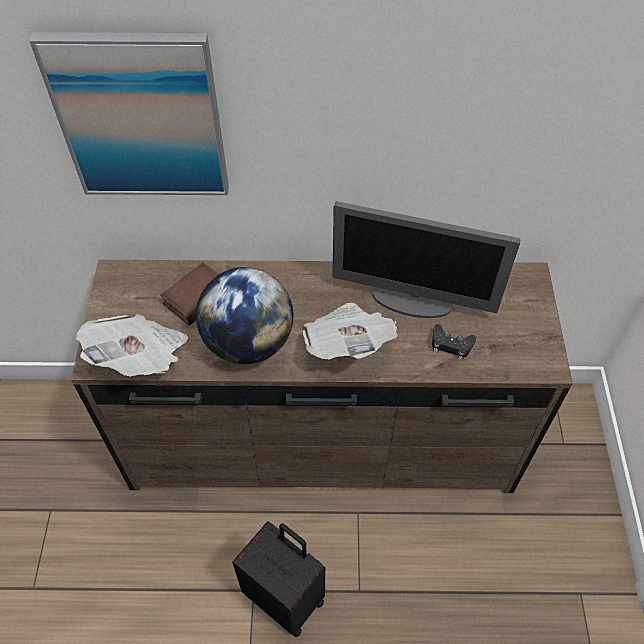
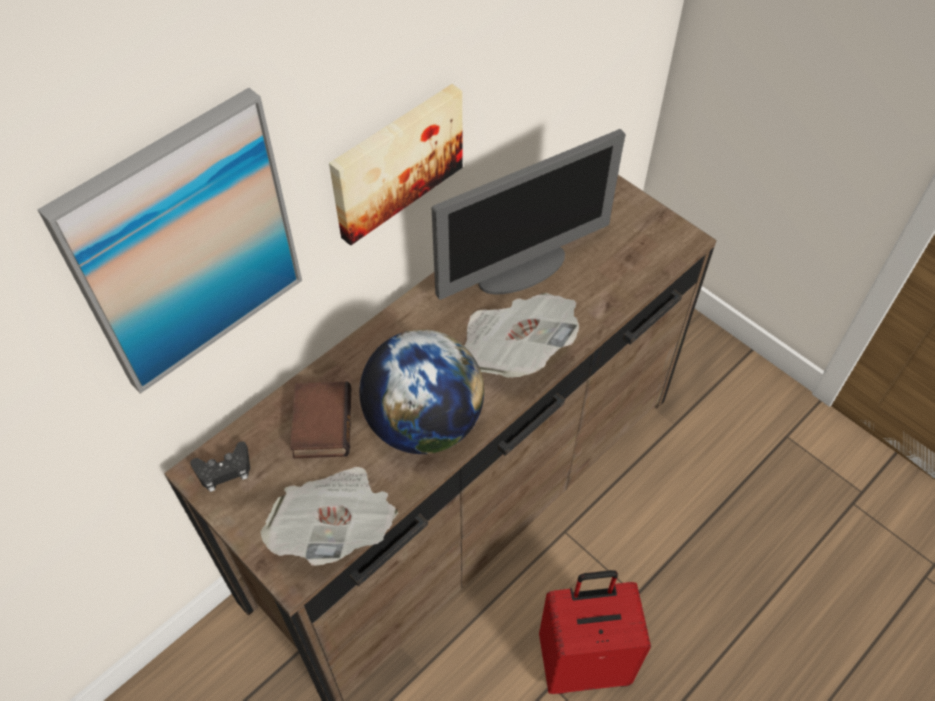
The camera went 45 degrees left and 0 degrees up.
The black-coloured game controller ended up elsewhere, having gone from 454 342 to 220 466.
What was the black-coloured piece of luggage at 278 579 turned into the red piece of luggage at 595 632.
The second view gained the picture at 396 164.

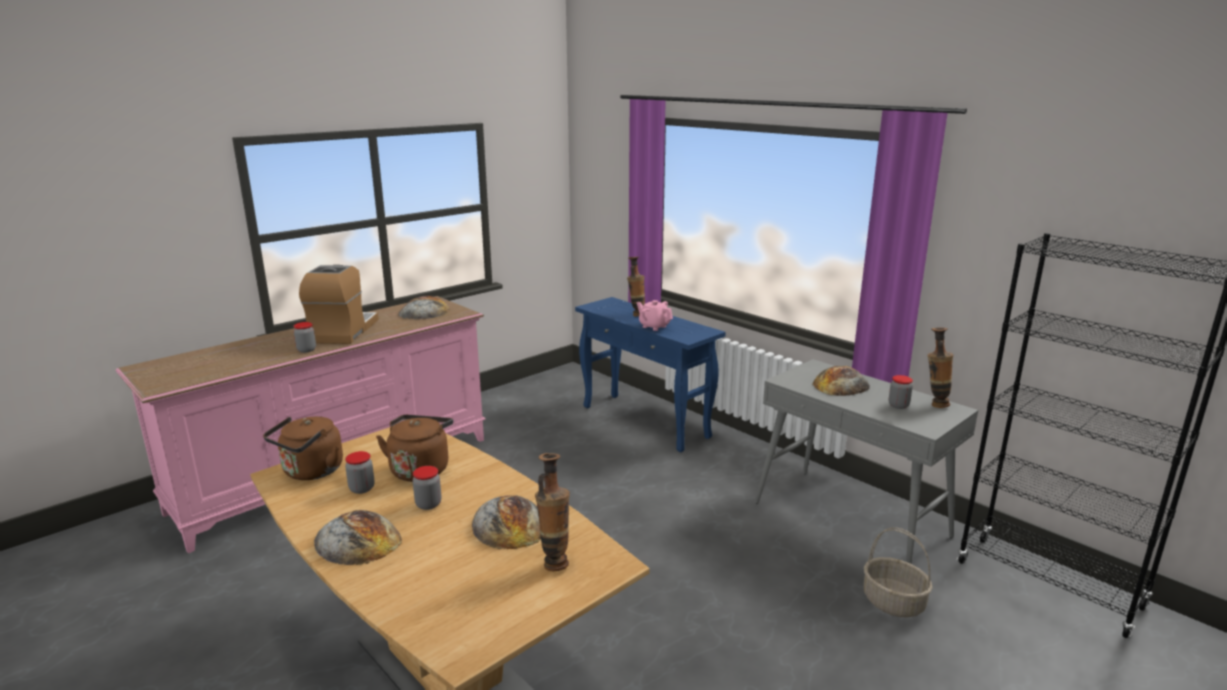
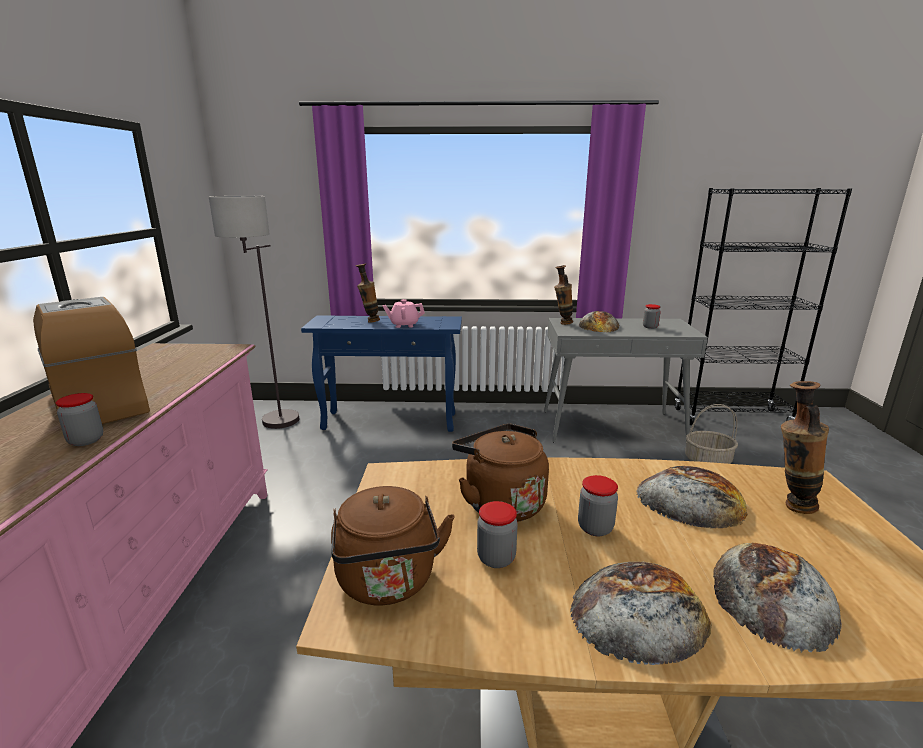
The camera went 45 degrees left and 0 degrees up.
The bakery bread ended up elsewhere, having gone from 424 307 to 777 597.
The flower vase ended up elsewhere, having gone from 940 367 to 563 295.
The second view gained the gray standing lamp at 254 312.

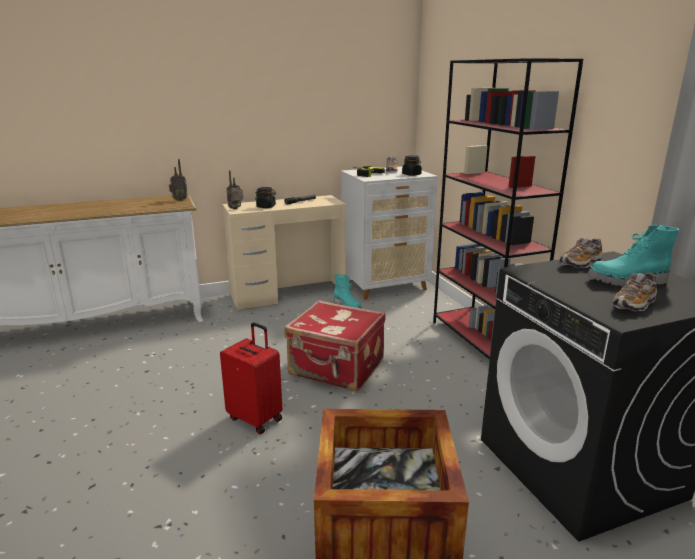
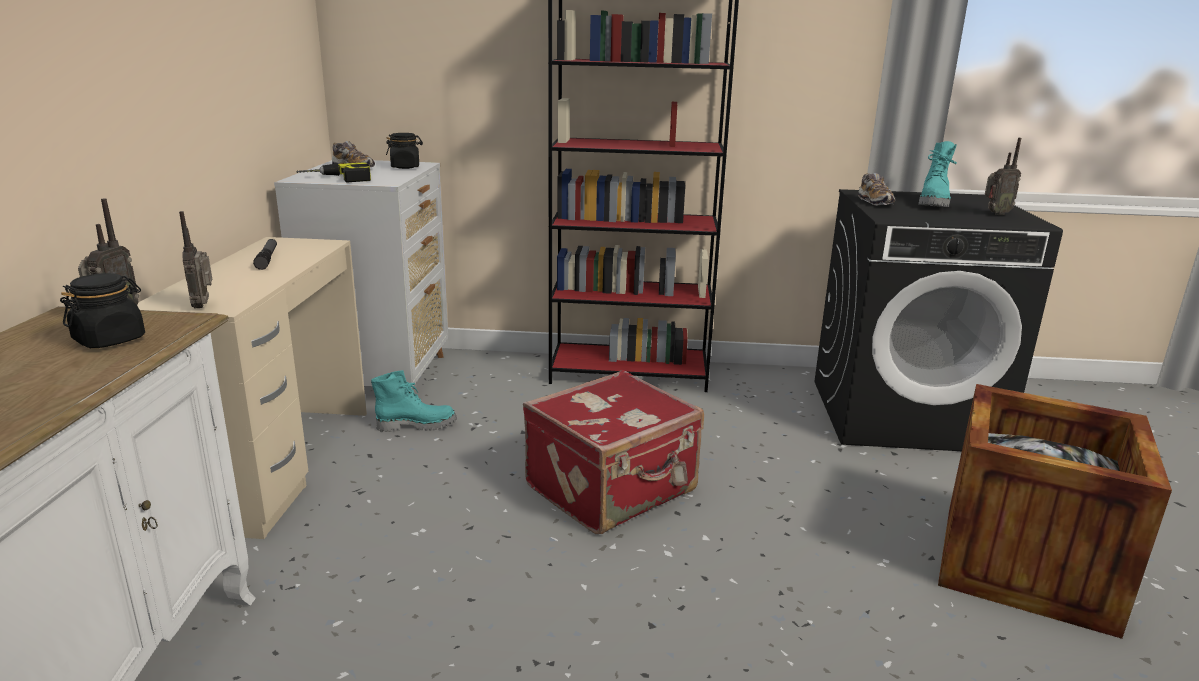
The camera went 65 degrees left and 0 degrees up.
The black-coloured jar ended up elsewhere, having gone from 265 197 to 102 310.
Where the item of footwear stood at 634 291, the radio came to stand at 1003 176.
The second view lost the red piece of luggage at 251 378.

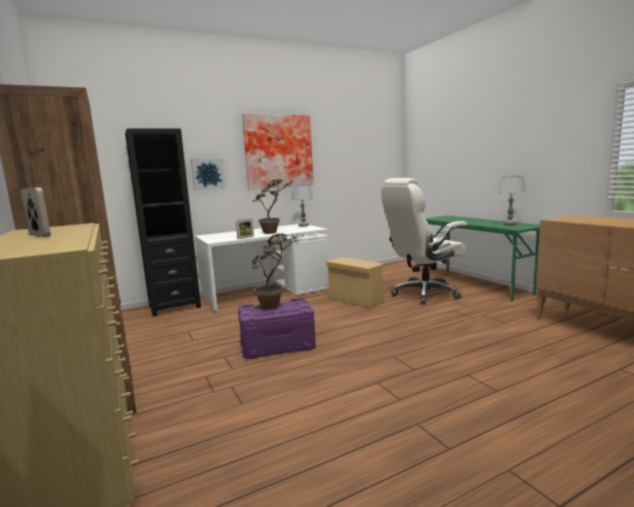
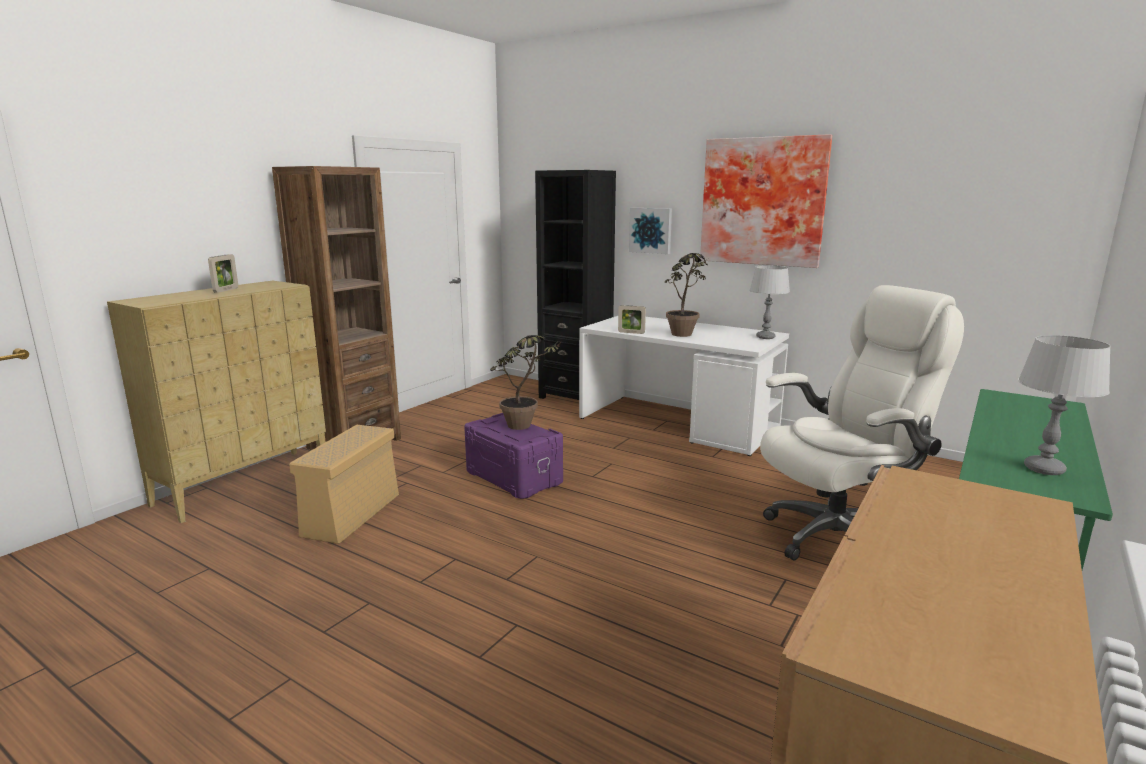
The camera went 60 degrees right and 5 degrees up.
The white-coloured office chair at 424 241 ended up facing another way, 120 degrees clockwise from before.
The beige storage box ended up elsewhere, having gone from 355 283 to 344 484.

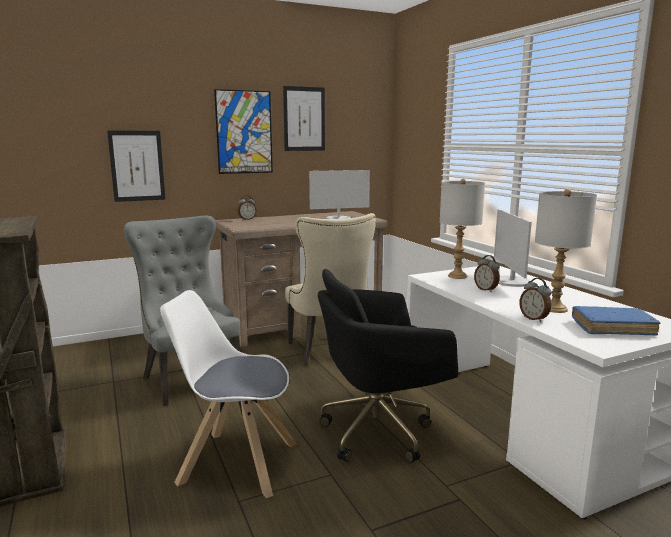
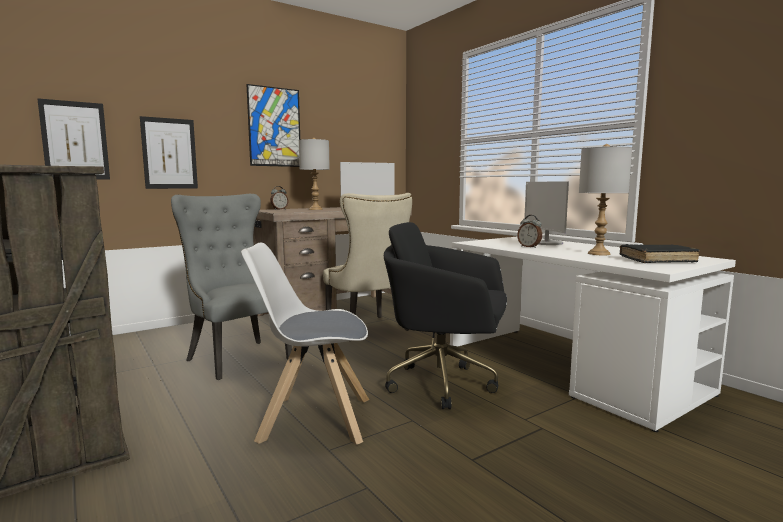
The camera went 10 degrees left and 5 degrees down.
The picture ended up elsewhere, having gone from 304 118 to 73 139.
The gray tabletop lamp ended up elsewhere, having gone from 462 229 to 314 174.
The black-coloured office chair at 388 365 ended up facing another way, 45 degrees clockwise from before.
The second view lost the bedside clock at 535 300.
What was the blue-coloured volume at 616 321 turned into the black-coloured volume at 660 253.

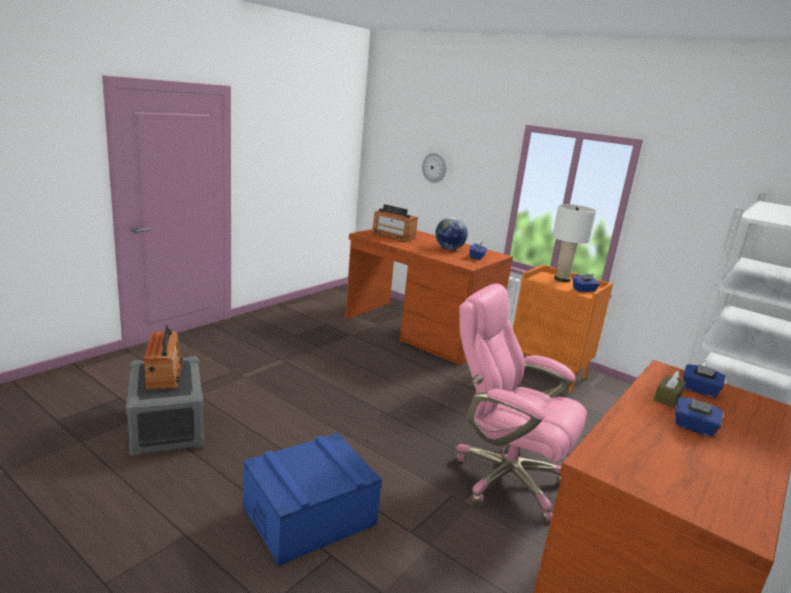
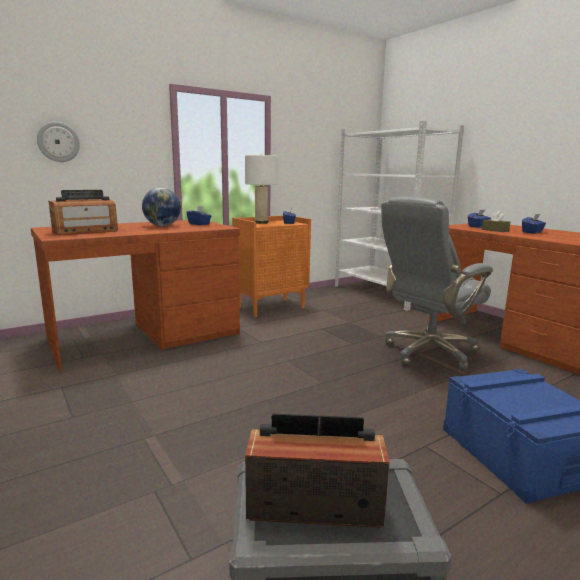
The camera went 70 degrees left and 5 degrees down.
What was the pink-coloured office chair at 521 403 turned into the gray office chair at 437 283.

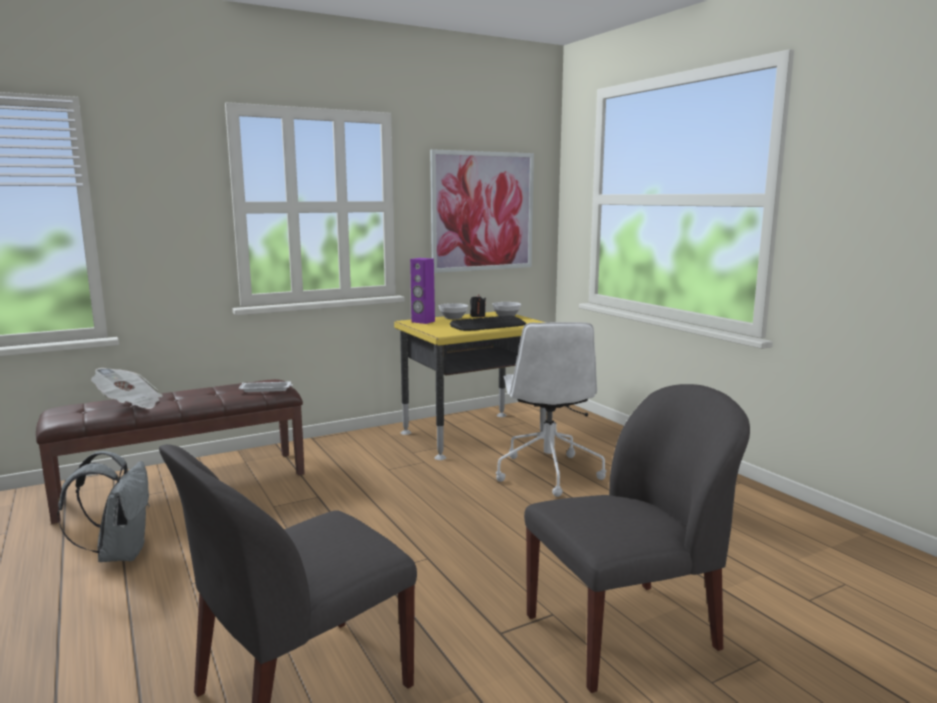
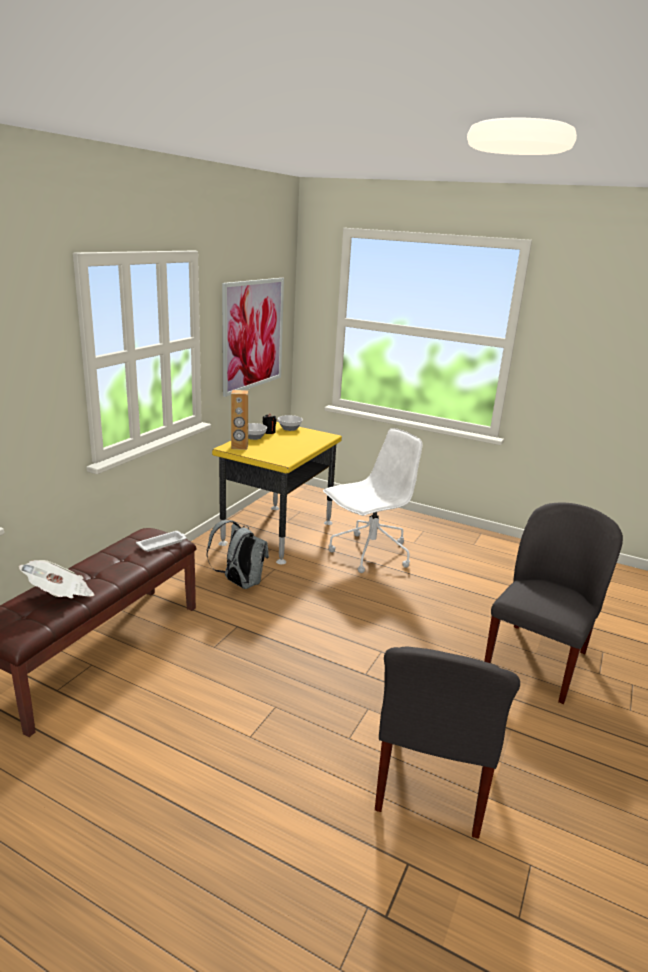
The camera went 35 degrees left and 10 degrees up.
What was the purple loudspeaker at 422 291 turned into the brown-coloured loudspeaker at 239 420.
The second view lost the keyboard at 488 323.
The white-coloured office chair at 551 409 ended up facing another way, 90 degrees counterclockwise from before.
The gray rucksack ended up elsewhere, having gone from 103 506 to 238 554.

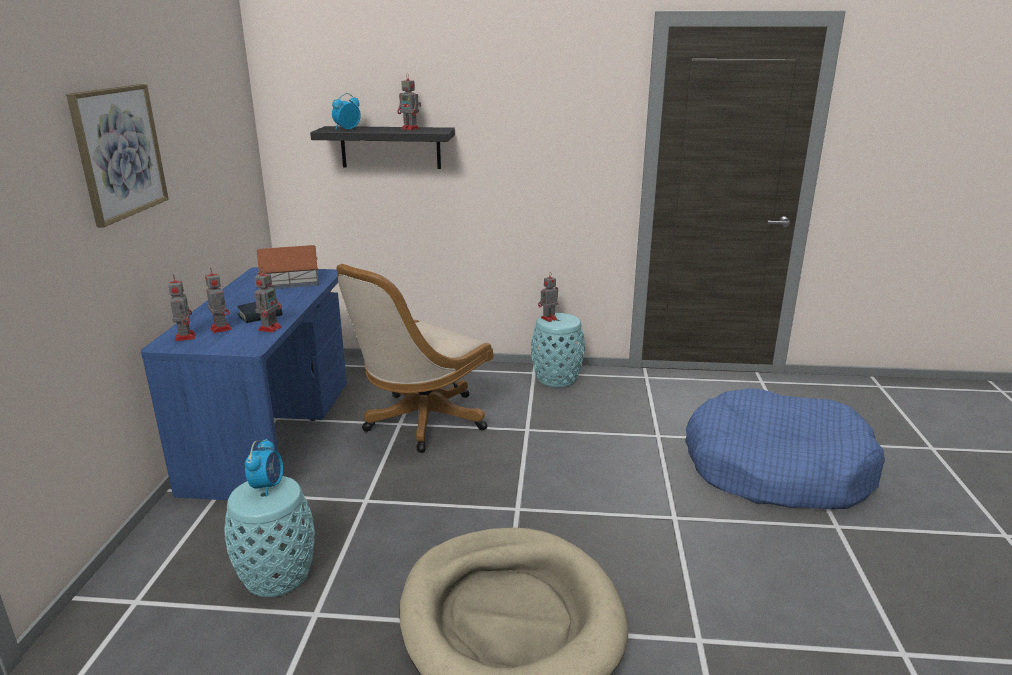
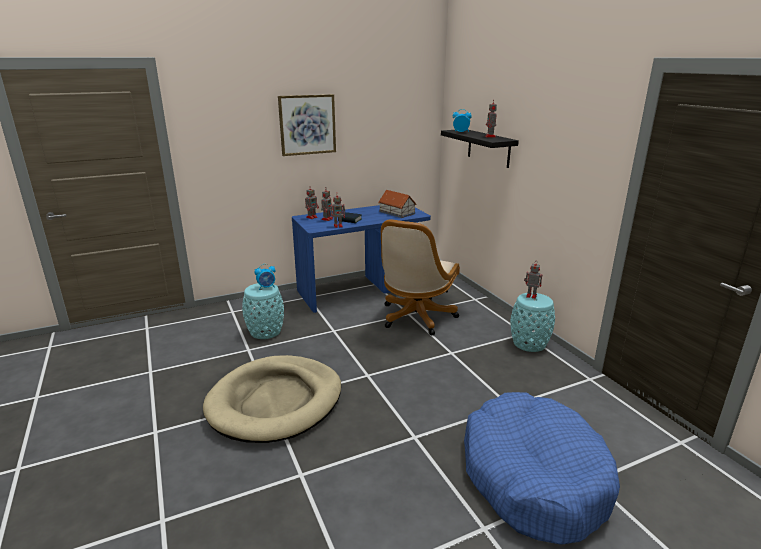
The camera went 60 degrees right and 0 degrees up.
The office chair at 415 358 ended up facing another way, 75 degrees counterclockwise from before.

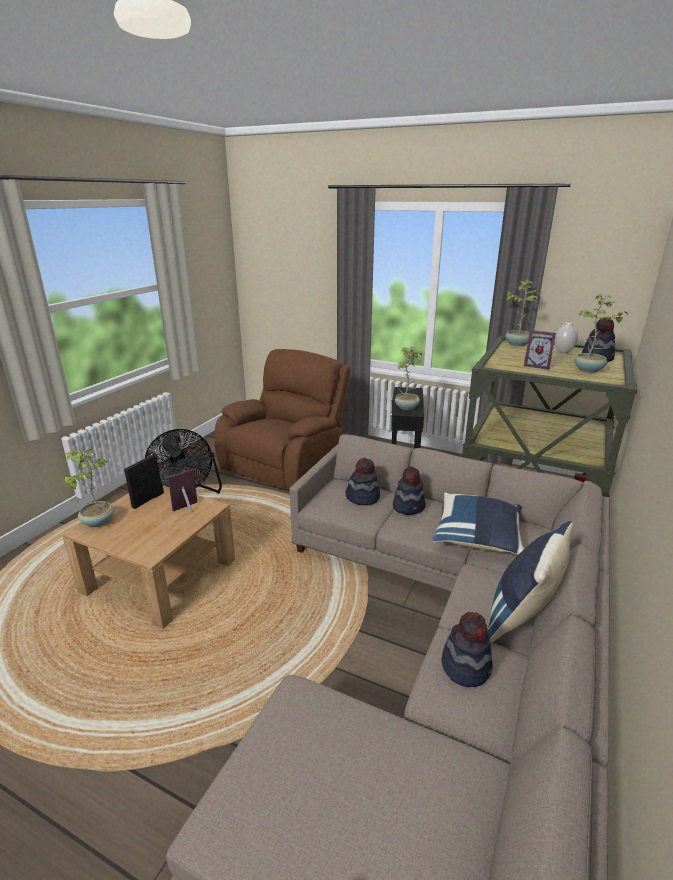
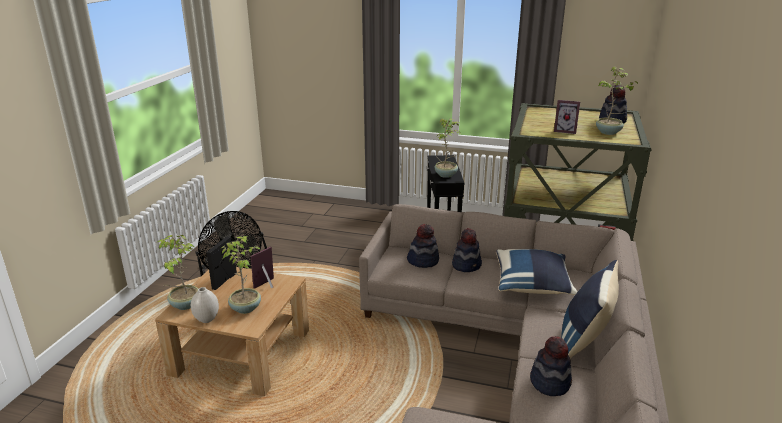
The camera went 10 degrees left and 0 degrees up.
The houseplant ended up elsewhere, having gone from 523 313 to 241 275.
The white-coloured flower vase ended up elsewhere, having gone from 566 337 to 205 305.
The second view lost the brown-coloured armchair at 282 420.

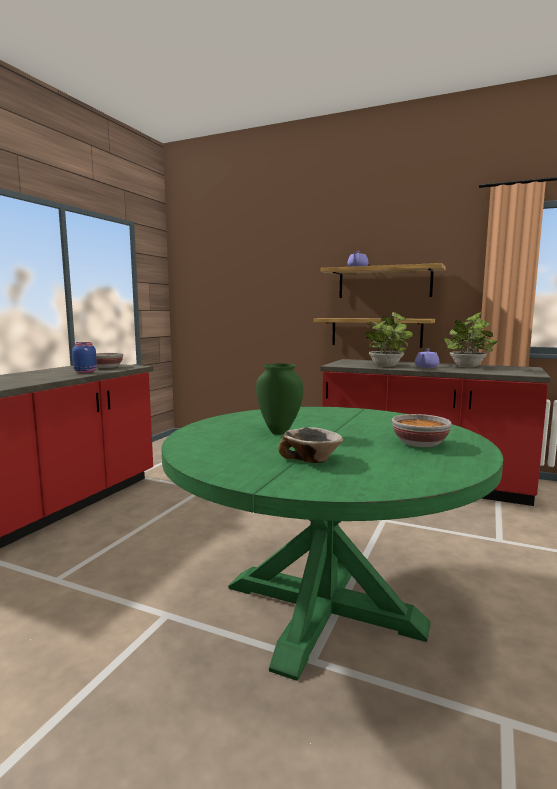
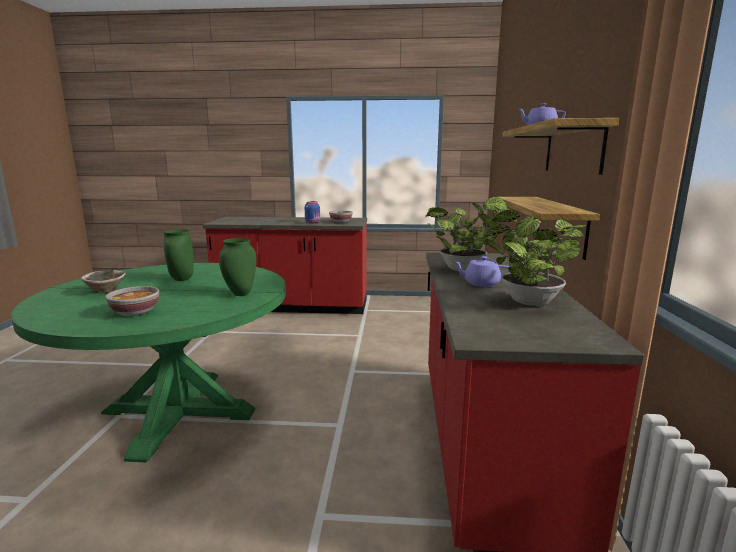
The camera went 70 degrees right and 5 degrees up.
The second view gained the green-coloured flower vase at 237 267.

